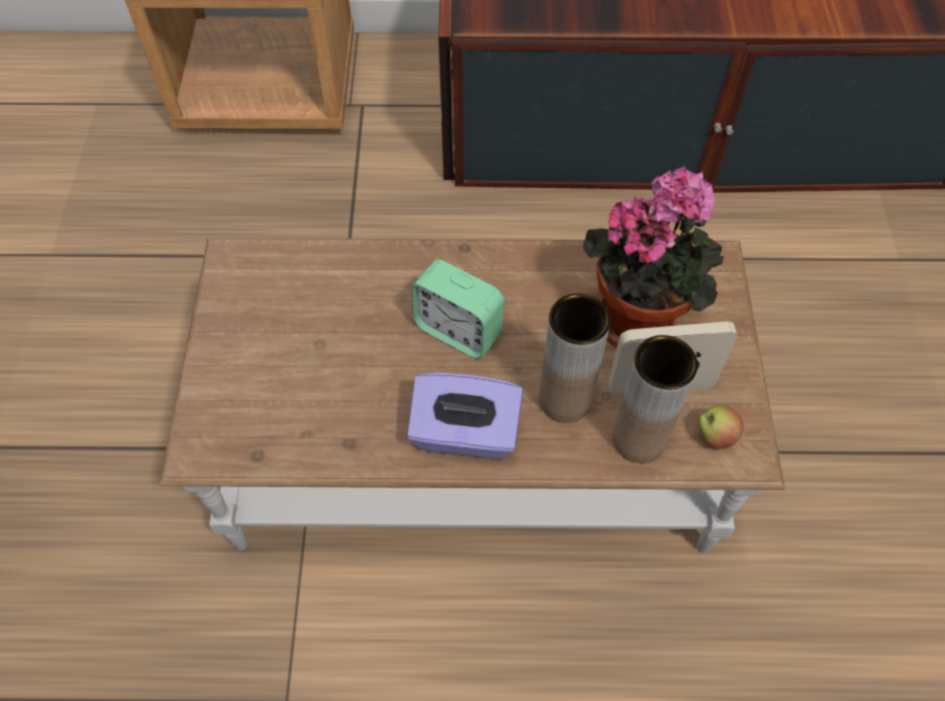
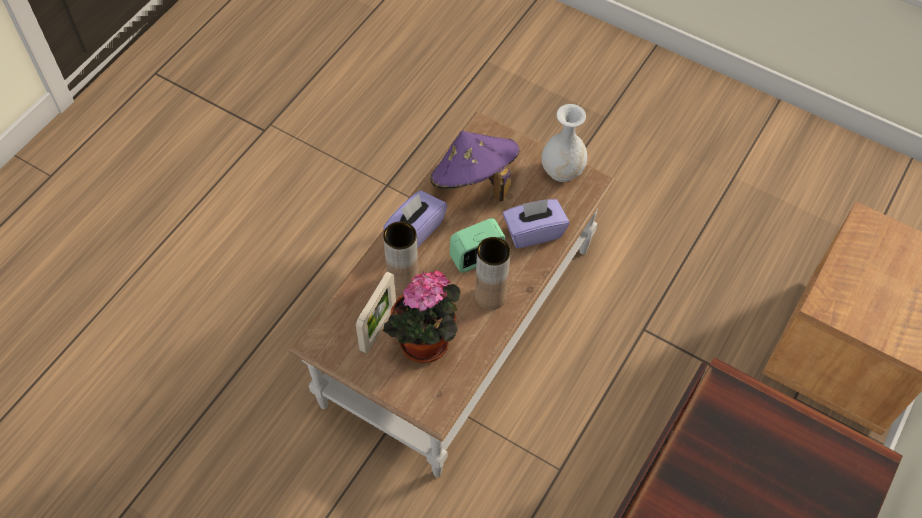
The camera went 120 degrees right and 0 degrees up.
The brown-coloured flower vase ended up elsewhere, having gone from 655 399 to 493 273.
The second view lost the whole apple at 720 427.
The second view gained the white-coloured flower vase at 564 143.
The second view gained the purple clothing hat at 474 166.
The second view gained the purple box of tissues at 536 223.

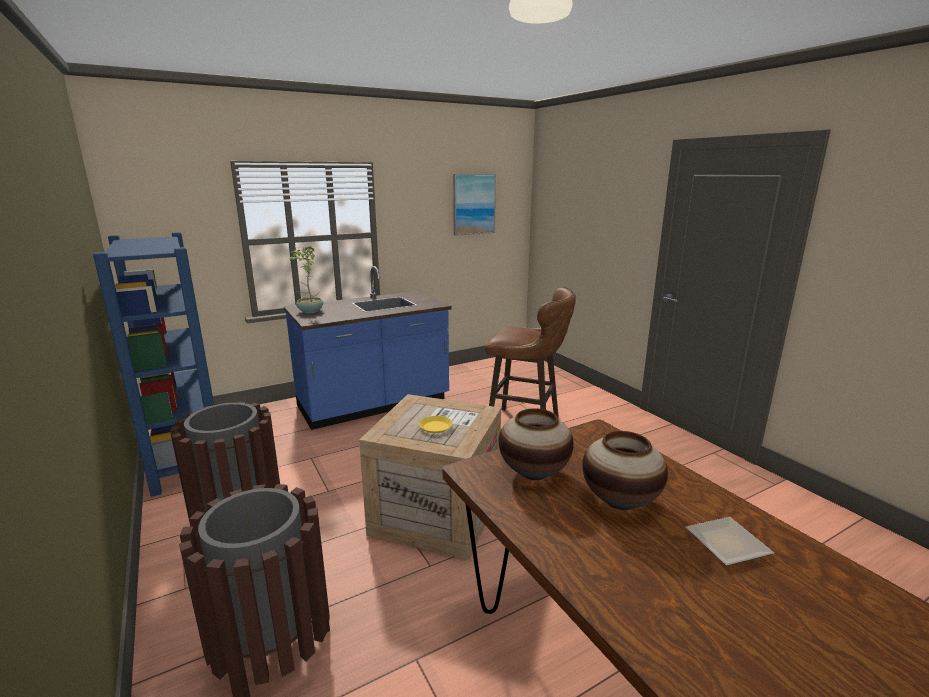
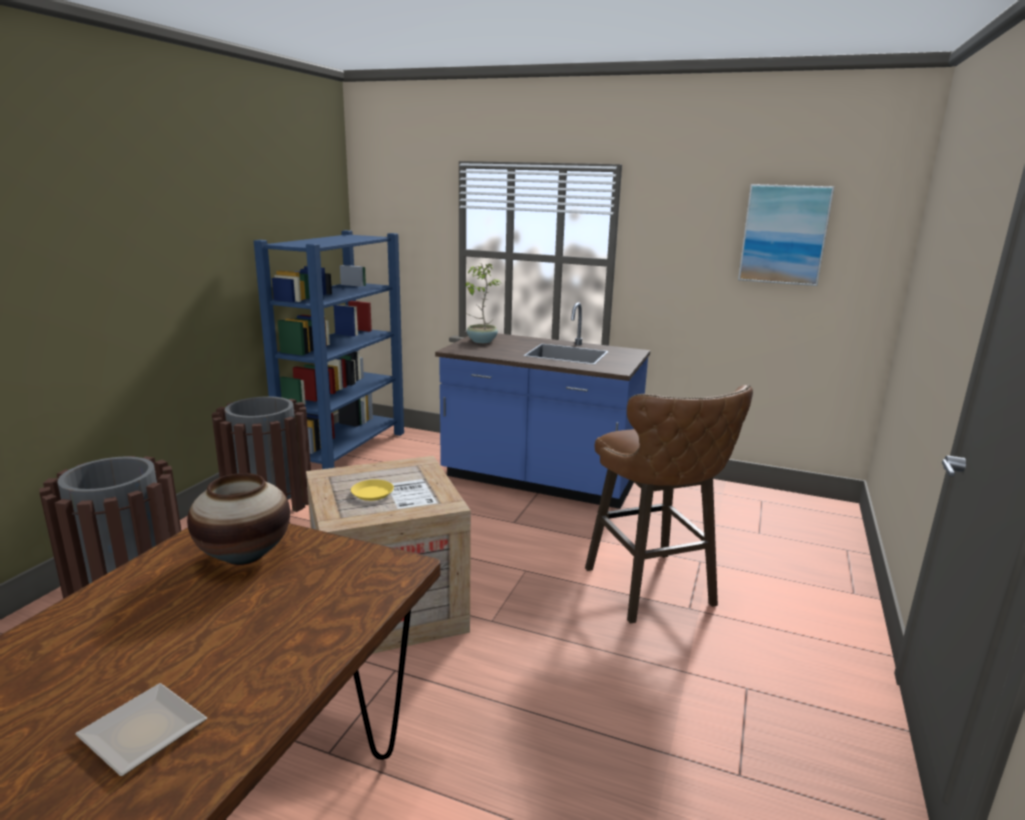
The camera went 50 degrees right and 0 degrees up.
The second view lost the flower vase at 625 470.

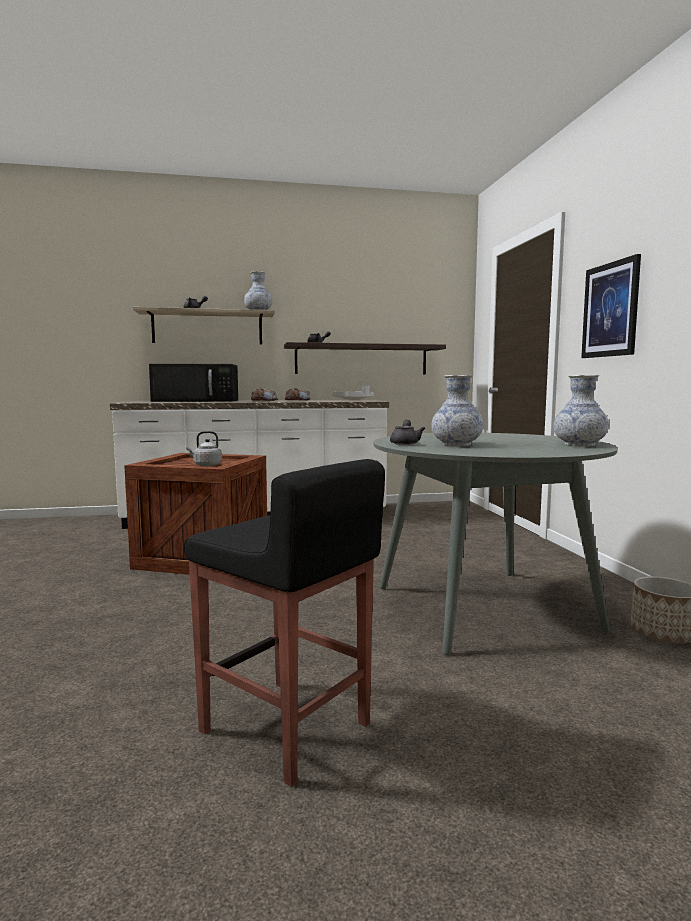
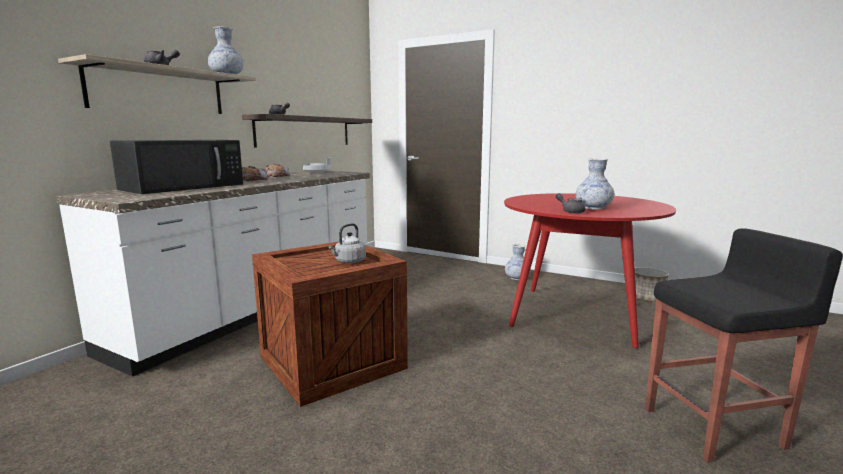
The camera went 50 degrees left and 5 degrees up.
The second view lost the picture at 611 306.
The flower vase ended up elsewhere, having gone from 581 410 to 518 262.
What was the gray dining table at 495 544 turned into the red dining table at 590 270.

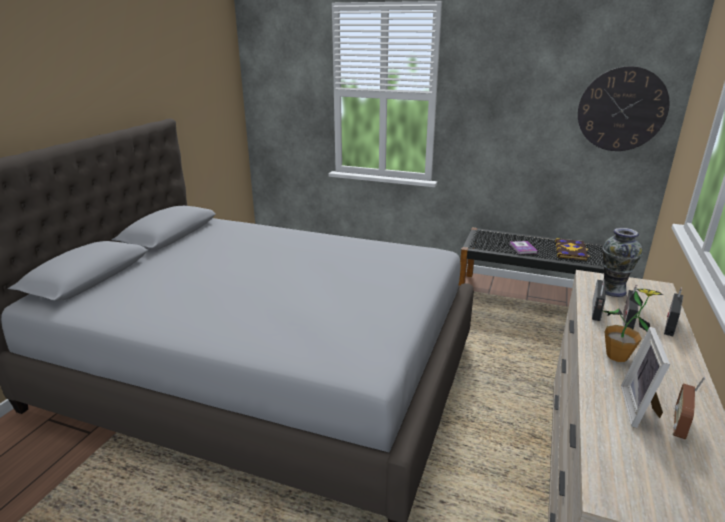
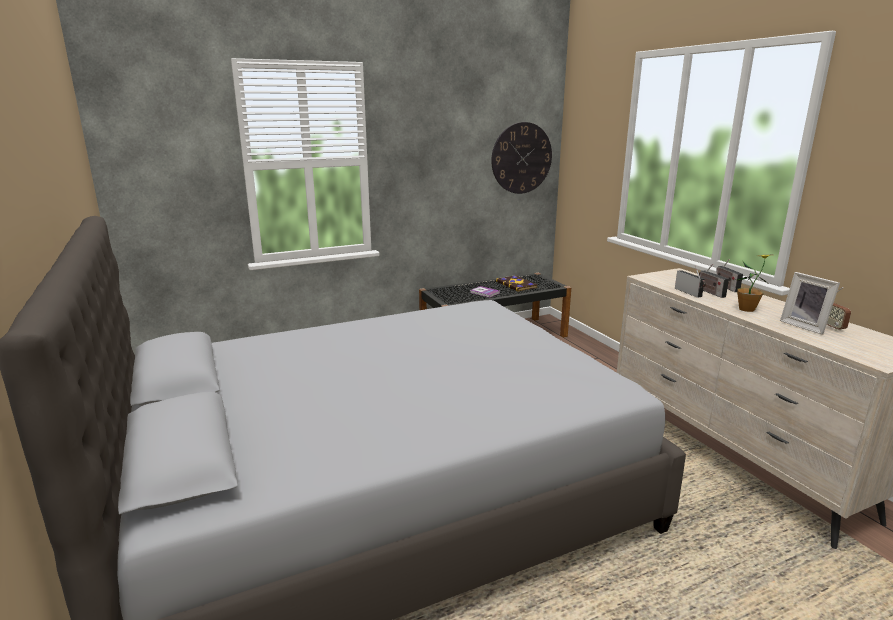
The camera went 45 degrees left and 5 degrees down.
The second view lost the flower vase at 622 262.

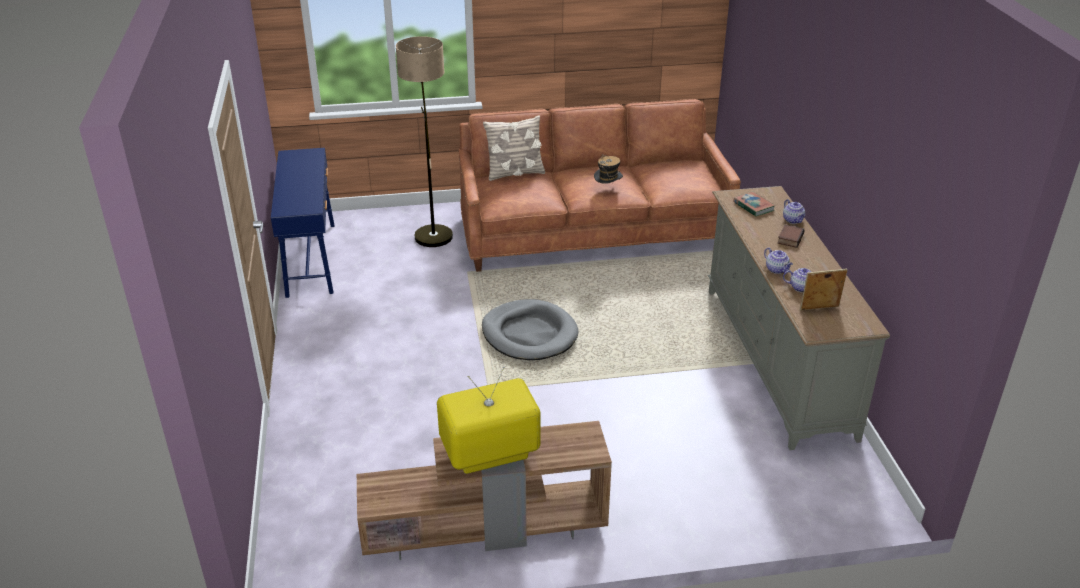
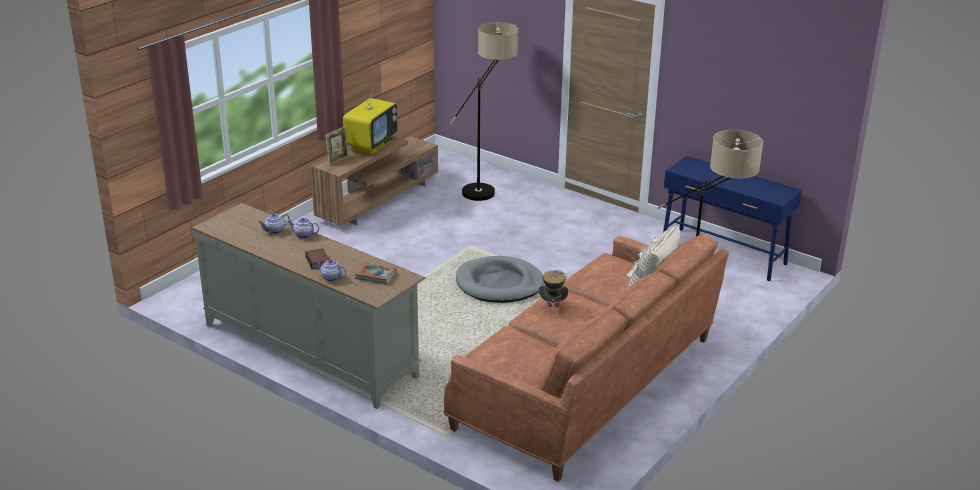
The camera went 135 degrees right and 5 degrees down.
The standing frame ended up elsewhere, having gone from 824 289 to 336 146.
The second view gained the standing lamp at 484 111.

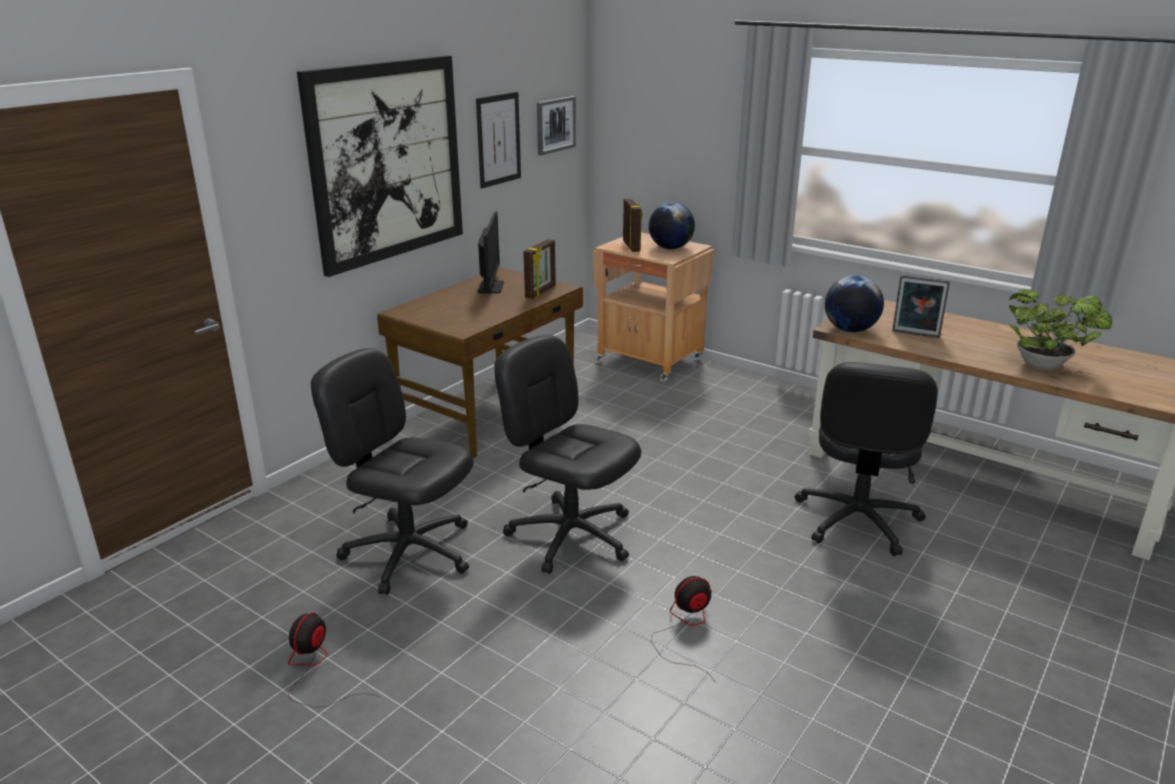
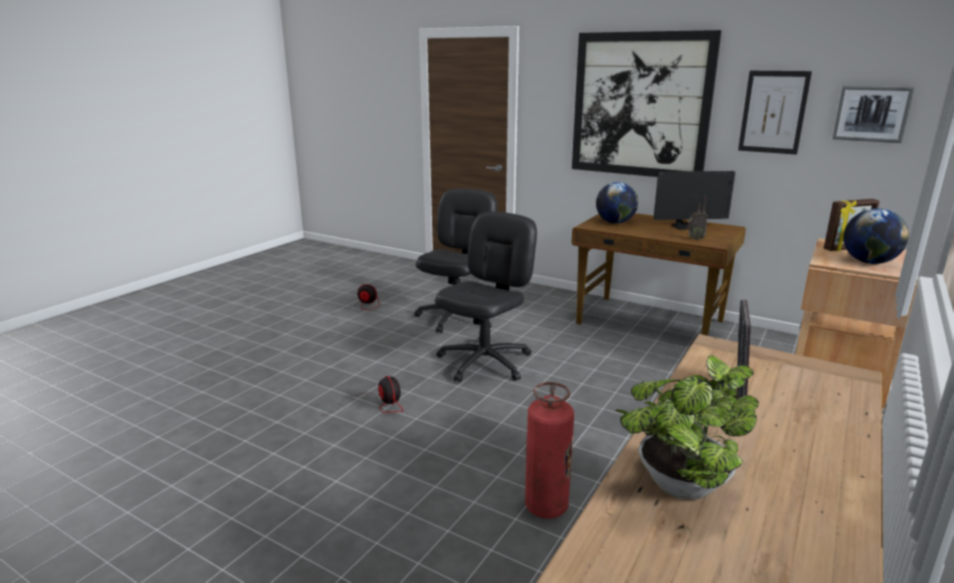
The camera went 85 degrees right and 5 degrees down.
Where the standing frame stood at 539 269, the radio came to stand at 697 217.
The world globe ended up elsewhere, having gone from 854 303 to 617 203.
Where the black-coloured office chair stood at 866 459, the extinguisher came to stand at 549 450.

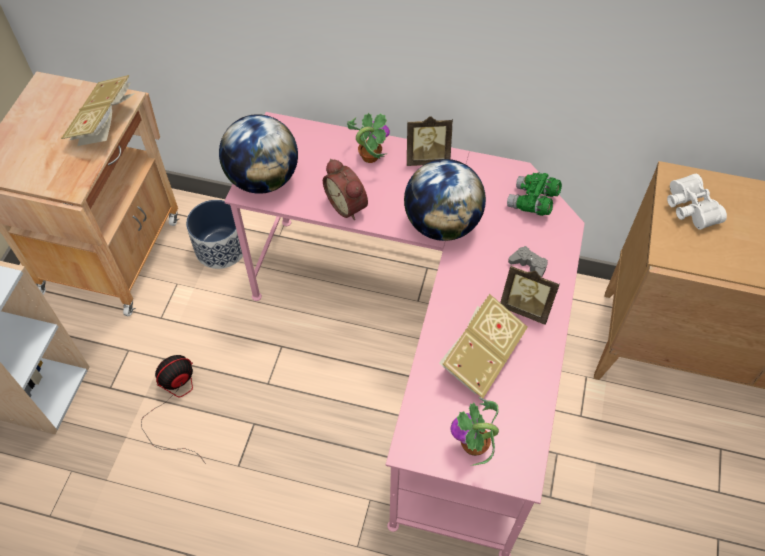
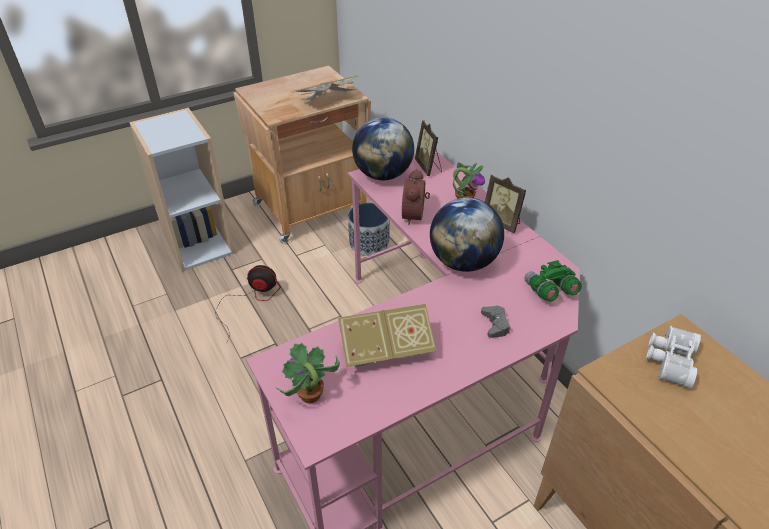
The camera went 45 degrees right and 15 degrees down.
The standing frame ended up elsewhere, having gone from 530 294 to 428 148.

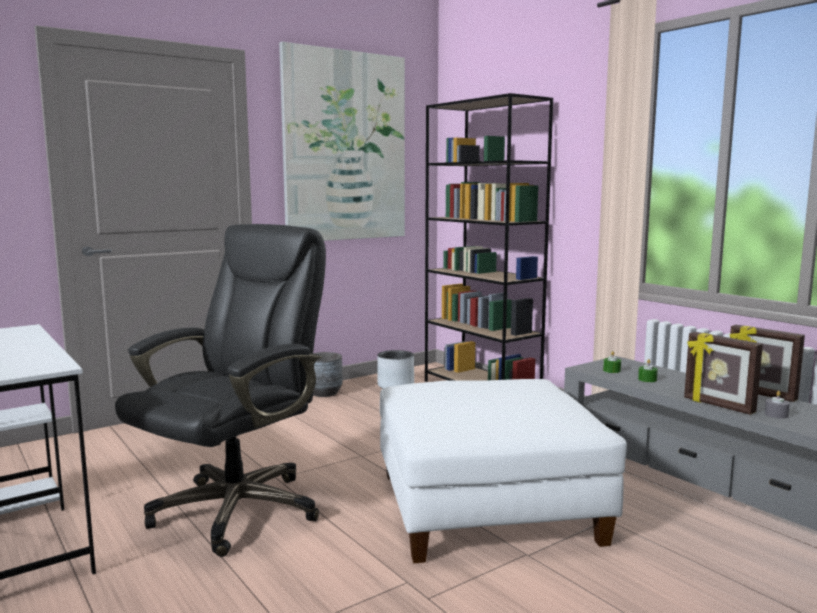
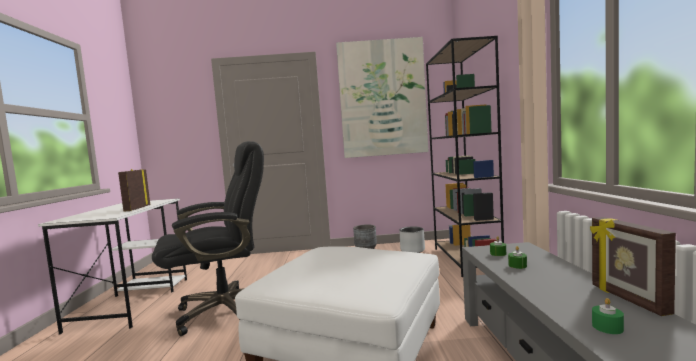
The camera went 35 degrees right and 5 degrees down.
The standing frame ended up elsewhere, having gone from 723 373 to 134 190.
What was the gray candle at 777 405 turned into the green-coloured candle at 608 316.

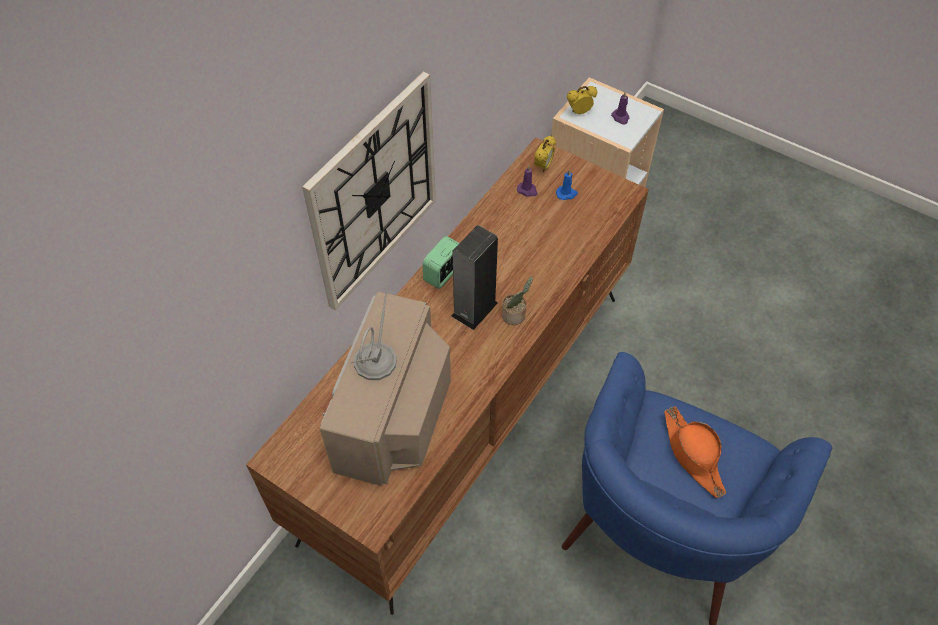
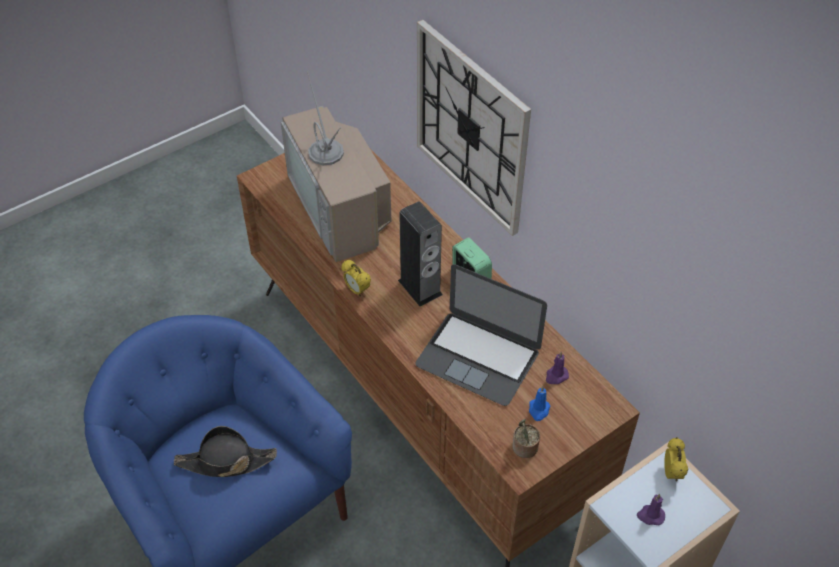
The camera went 110 degrees right and 5 degrees down.
The bedside clock ended up elsewhere, having gone from 545 153 to 356 278.
The television at 385 378 ended up facing another way, 150 degrees counterclockwise from before.
The houseplant ended up elsewhere, having gone from 517 301 to 526 438.
What was the orange clothing hat at 695 452 turned into the black-coloured clothing hat at 225 451.
The second view gained the notebook computer at 481 335.

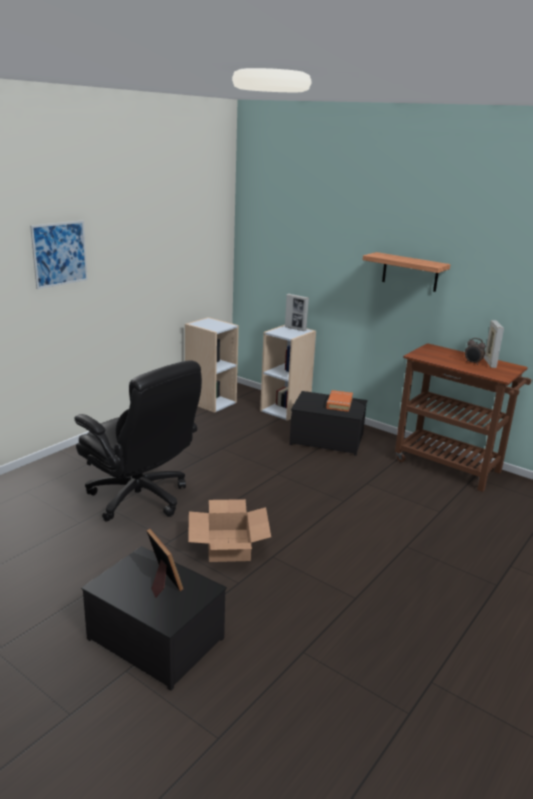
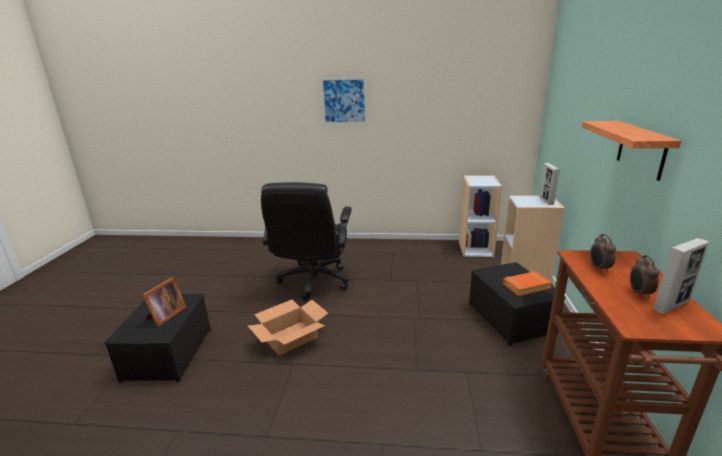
The camera went 60 degrees right and 0 degrees up.
The second view gained the bedside clock at 603 253.

